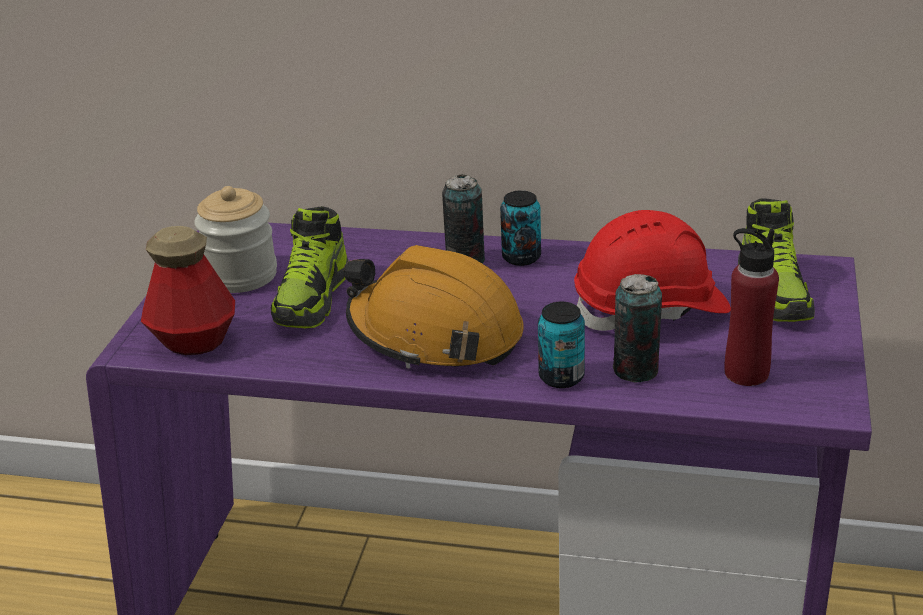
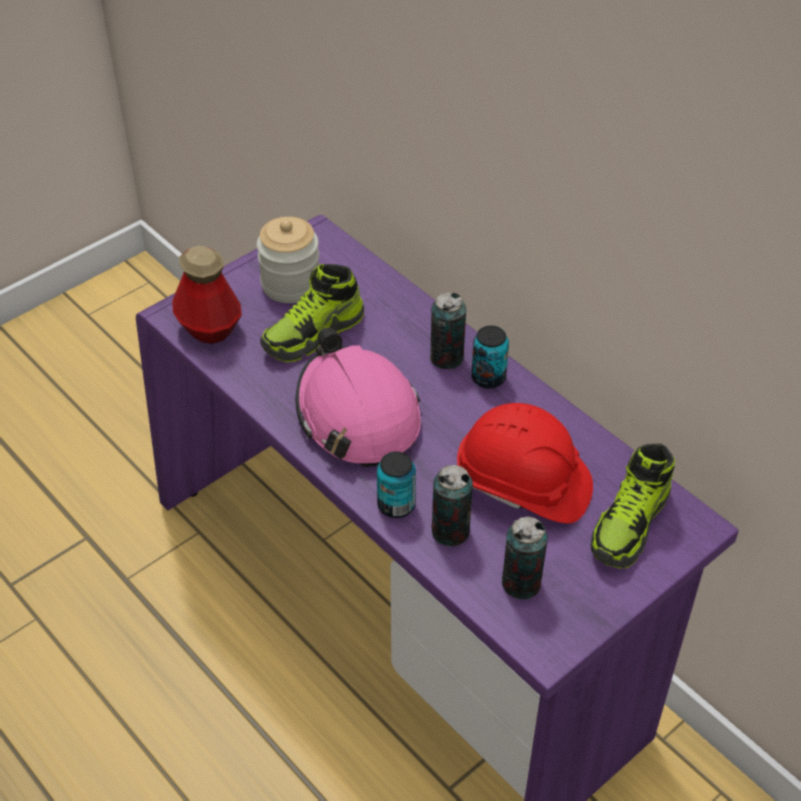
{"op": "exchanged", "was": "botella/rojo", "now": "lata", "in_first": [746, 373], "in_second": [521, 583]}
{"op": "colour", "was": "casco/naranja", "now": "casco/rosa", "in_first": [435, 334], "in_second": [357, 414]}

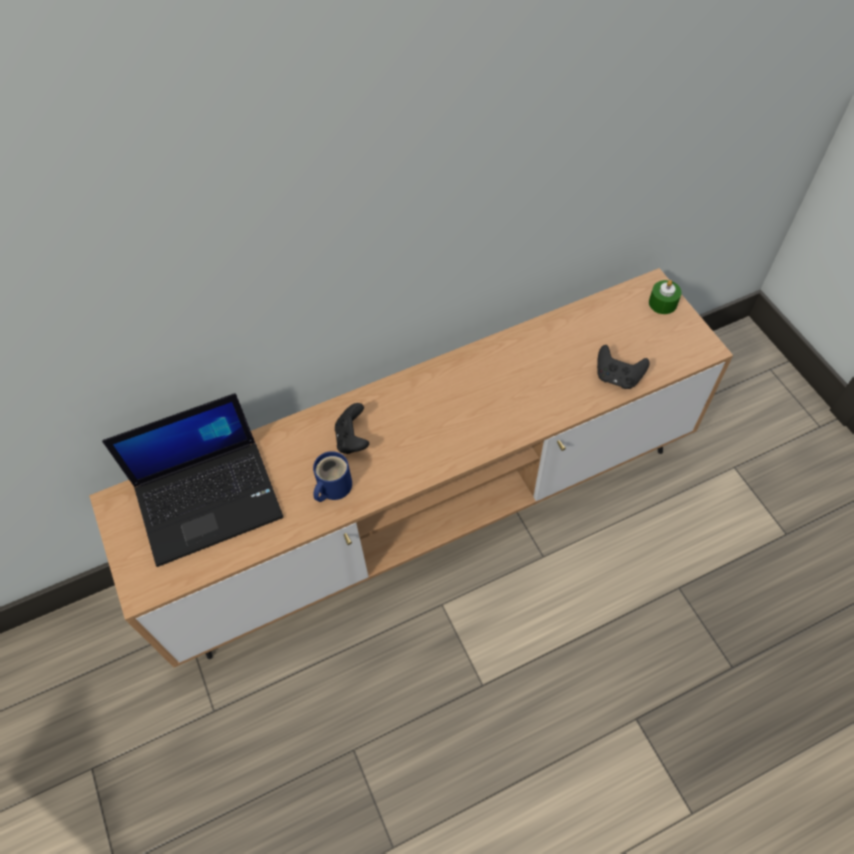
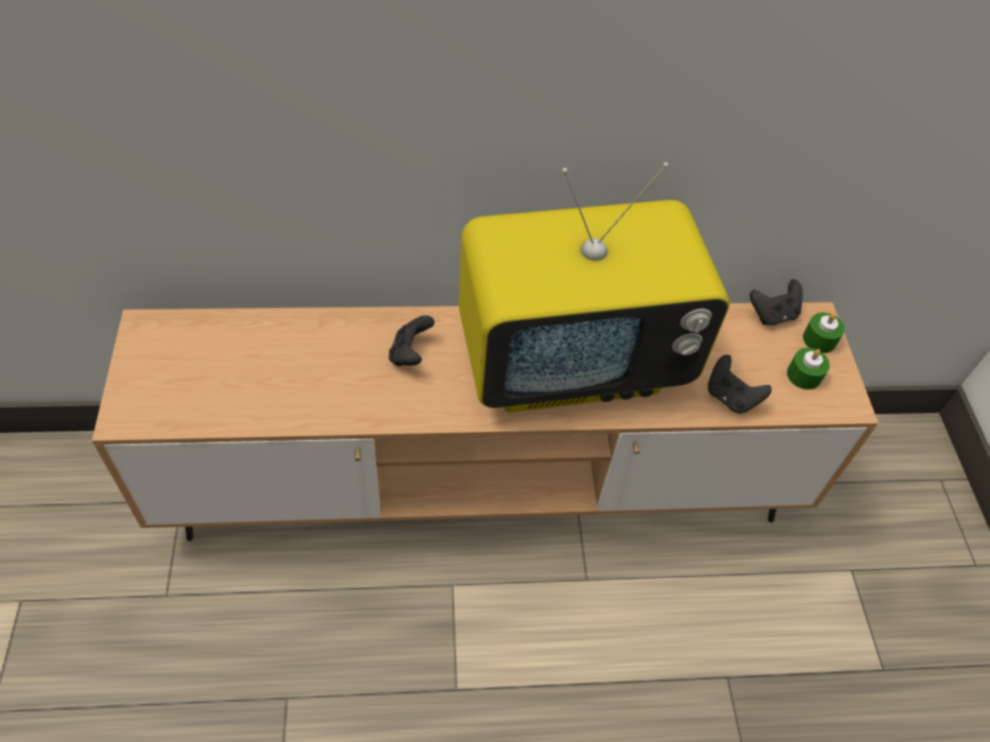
{"op": "missing", "was": "portátil", "in_first": [210, 499]}
{"op": "missing", "was": "taza grande/azul", "in_first": [332, 487]}
{"op": "appeared", "now": "televisor", "in_second": [573, 362]}
{"op": "appeared", "now": "mando de consola/negro", "in_second": [773, 315]}
{"op": "appeared", "now": "vela/verde", "in_second": [804, 375]}

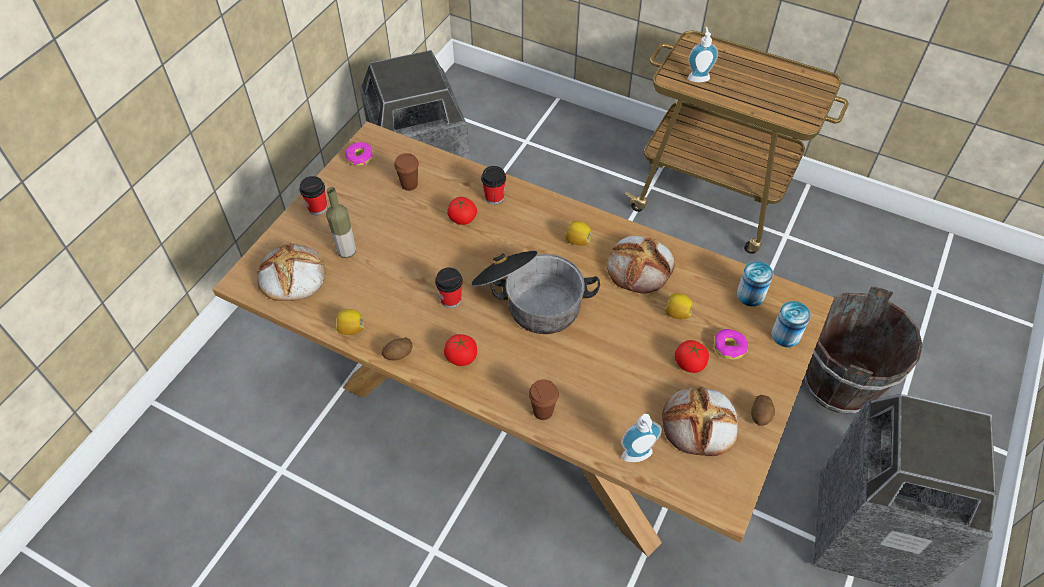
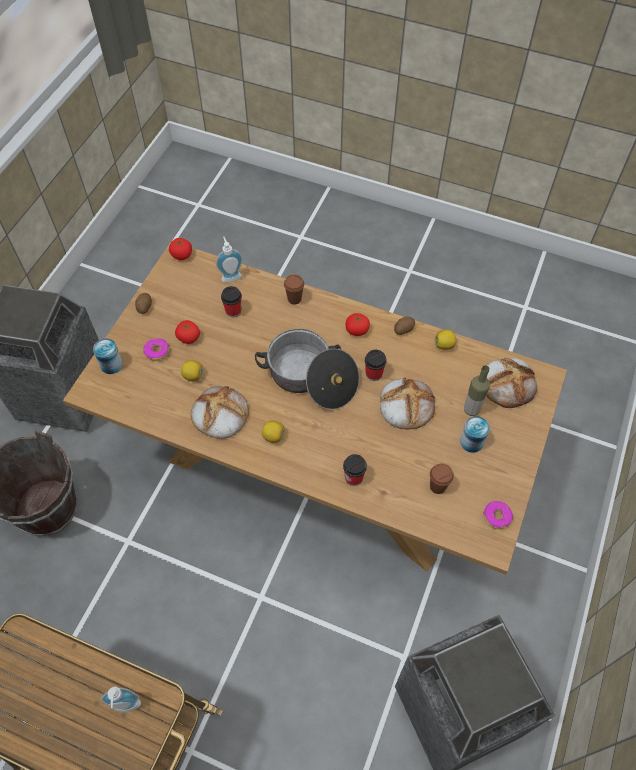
{"op": "relocated", "was": "taza", "in_first": [317, 208], "in_second": [233, 311]}
{"op": "relocated", "was": "tomate", "in_first": [462, 219], "in_second": [181, 255]}
{"op": "relocated", "was": "pan", "in_first": [700, 424], "in_second": [406, 405]}
{"op": "relocated", "was": "lata", "in_first": [750, 295], "in_second": [471, 442]}

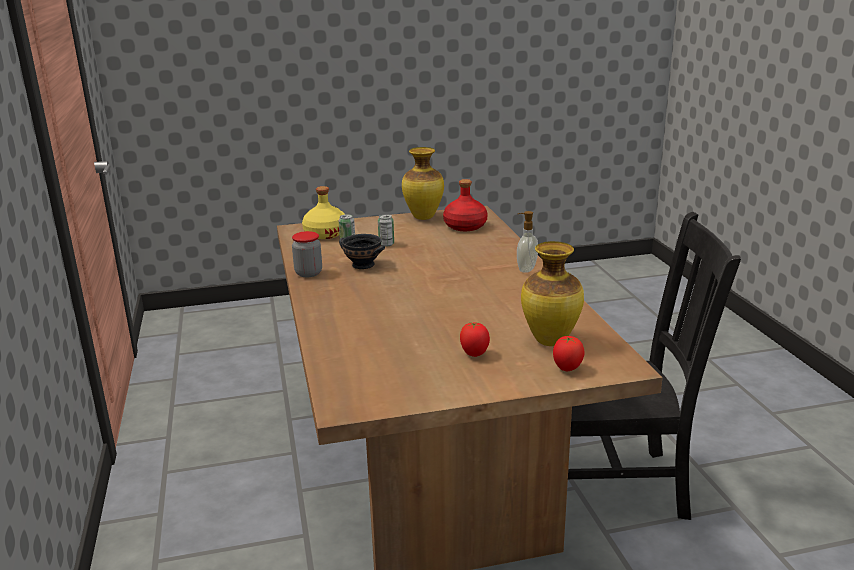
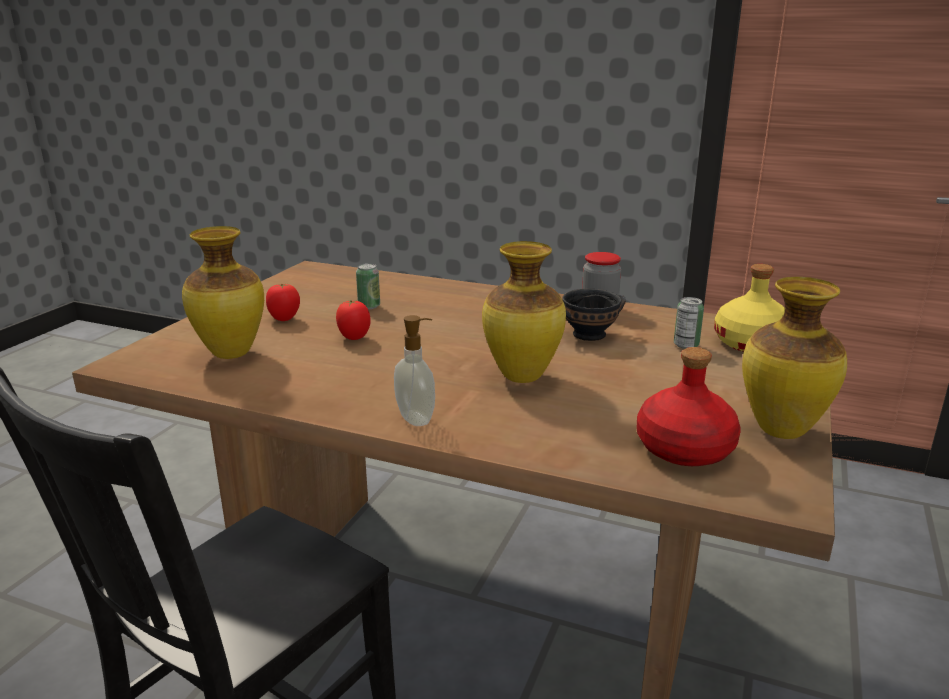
{"op": "appeared", "now": "florero", "in_second": [522, 377]}
{"op": "relocated", "was": "lata", "in_first": [386, 244], "in_second": [369, 306]}
{"op": "relocated", "was": "tomate", "in_first": [567, 369], "in_second": [354, 338]}

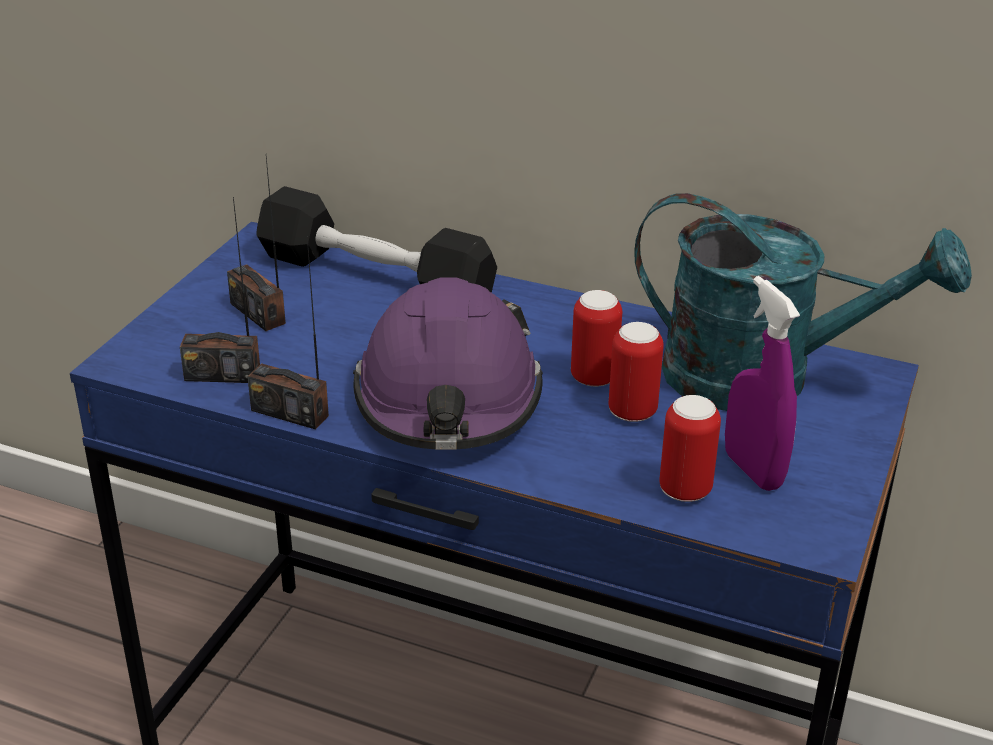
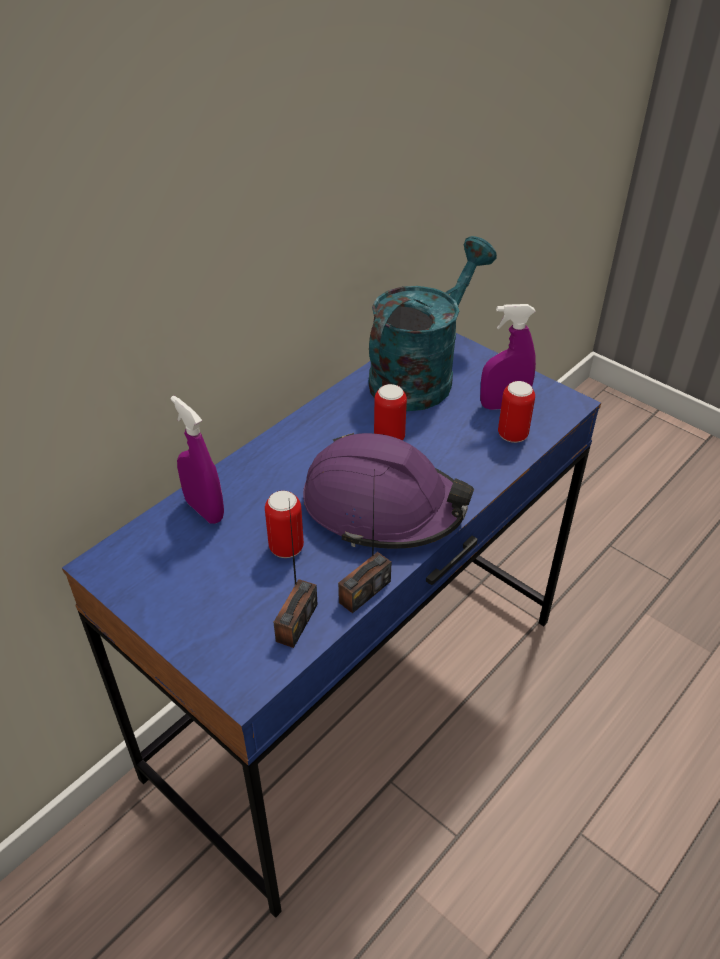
{"op": "missing", "was": "radio", "in_first": [258, 313]}
{"op": "relocated", "was": "lata", "in_first": [632, 412], "in_second": [286, 547]}
{"op": "exchanged", "was": "mancuerna/negro", "now": "pulverizador/morado", "in_first": [374, 276], "in_second": [204, 510]}

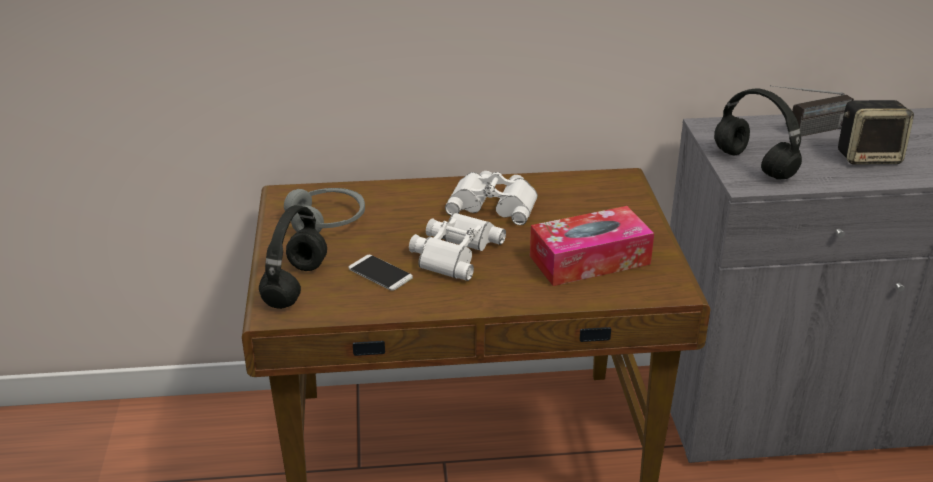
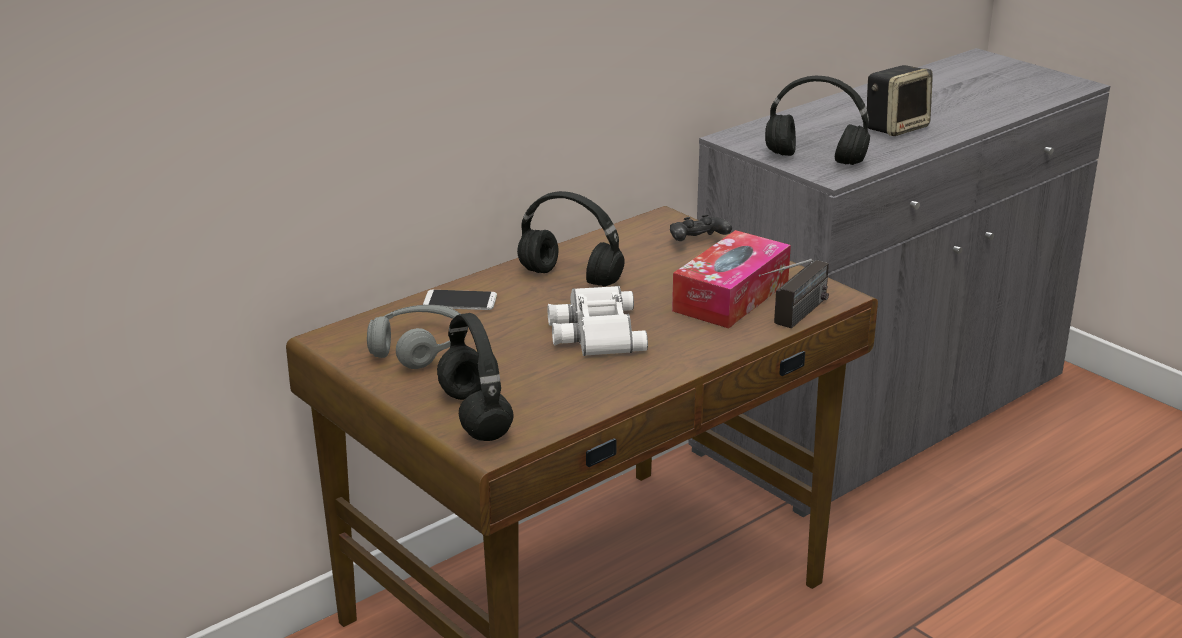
{"op": "appeared", "now": "mando de consola/negro", "in_second": [697, 242]}
{"op": "relocated", "was": "móvil", "in_first": [380, 273], "in_second": [460, 301]}
{"op": "relocated", "was": "radio", "in_first": [805, 132], "in_second": [793, 319]}
{"op": "exchanged", "was": "prismáticos/blanco", "now": "auriculares/negro", "in_first": [494, 204], "in_second": [572, 277]}

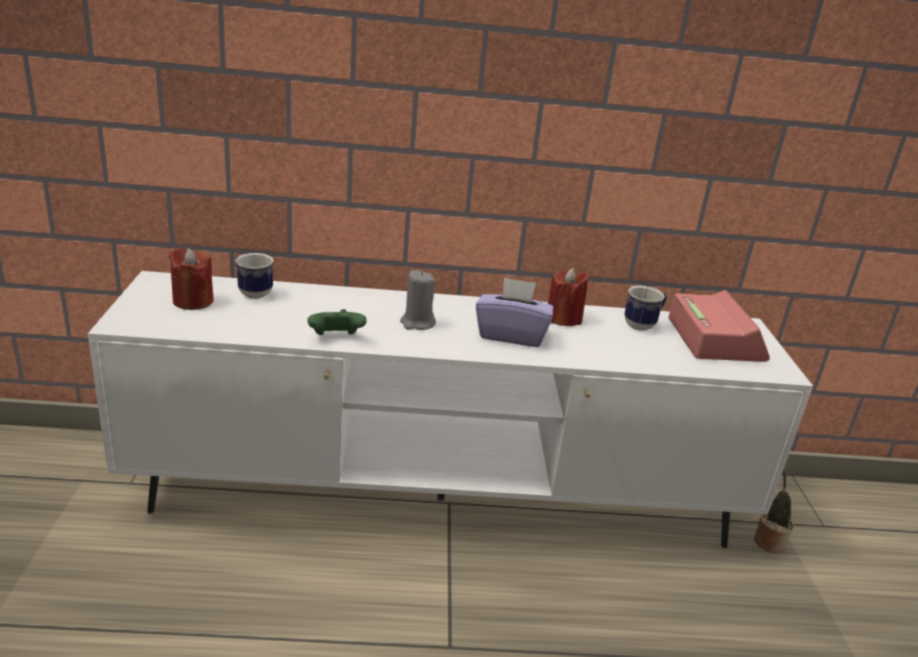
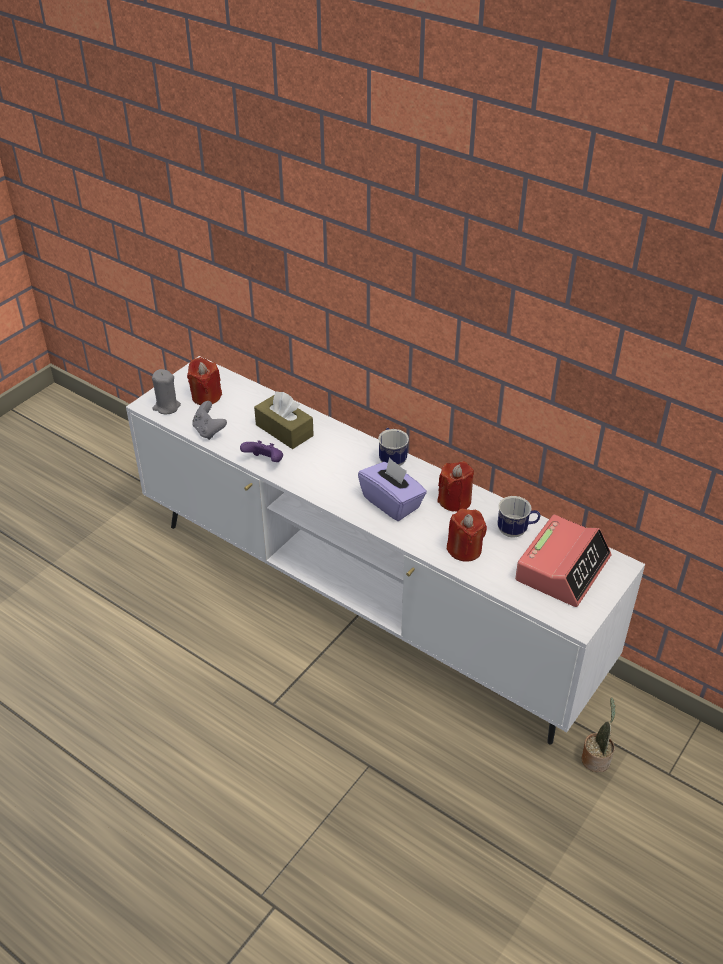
{"op": "appeared", "now": "mando de consola/gris", "in_second": [209, 431]}
{"op": "appeared", "now": "caja de pañuelos/marrón", "in_second": [284, 430]}
{"op": "appeared", "now": "vela/rojo", "in_second": [464, 549]}
{"op": "relocated", "was": "taza grande", "in_first": [252, 292], "in_second": [391, 459]}
{"op": "relocated", "was": "vela/gris", "in_first": [417, 323], "in_second": [166, 407]}
{"op": "colour", "was": "mando de consola/verde", "now": "mando de consola/morado", "in_first": [336, 338], "in_second": [265, 462]}

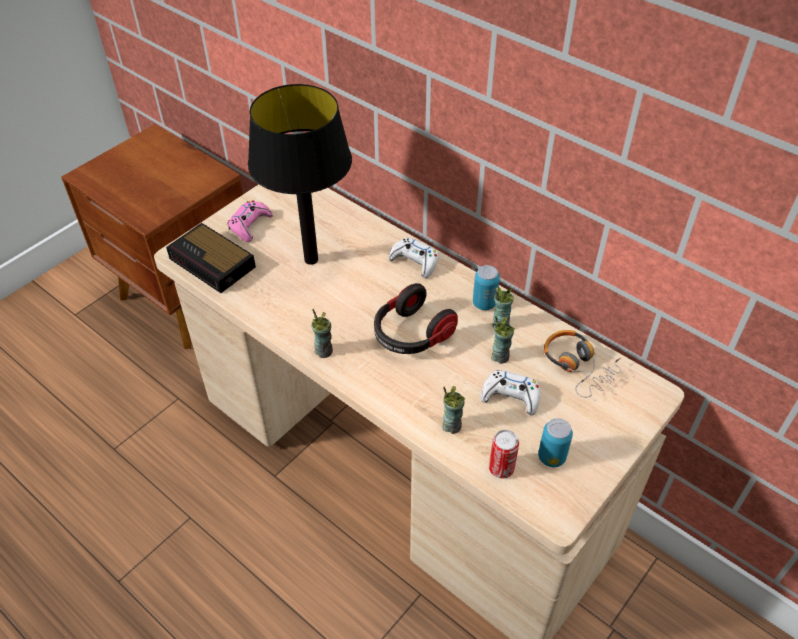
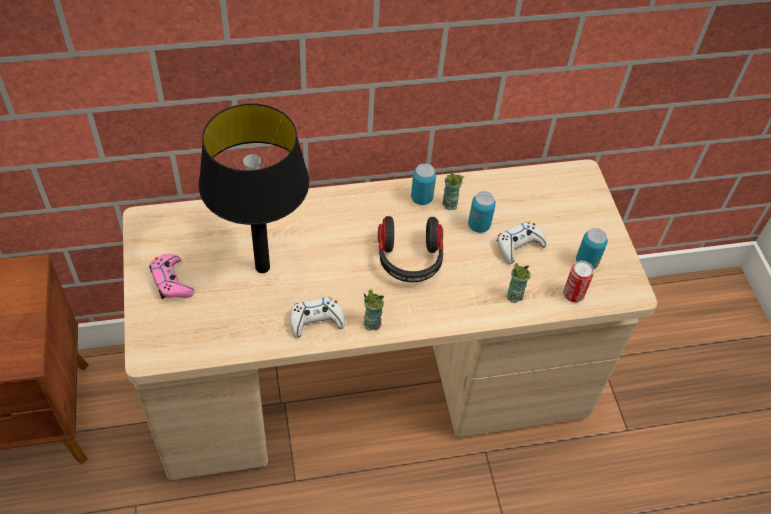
{"op": "missing", "was": "despertador", "in_first": [213, 263]}
{"op": "missing", "was": "auriculares", "in_first": [578, 366]}
{"op": "relocated", "was": "mando de consola/blanco", "in_first": [414, 262], "in_second": [316, 321]}
{"op": "exchanged", "was": "taza", "now": "lata", "in_first": [500, 356], "in_second": [478, 225]}

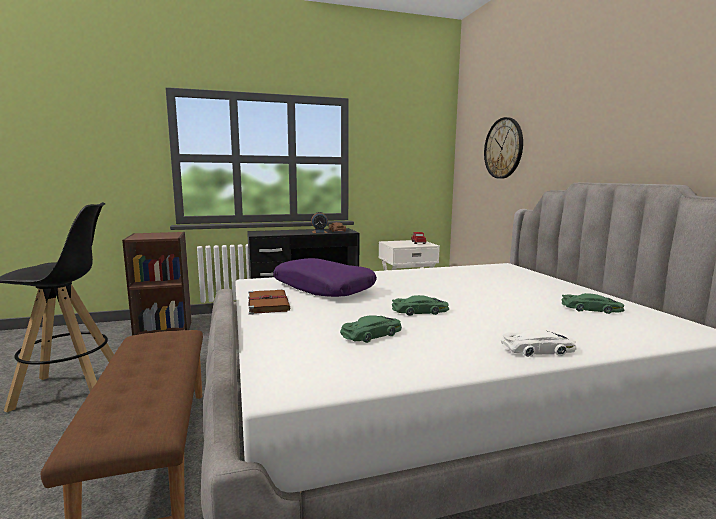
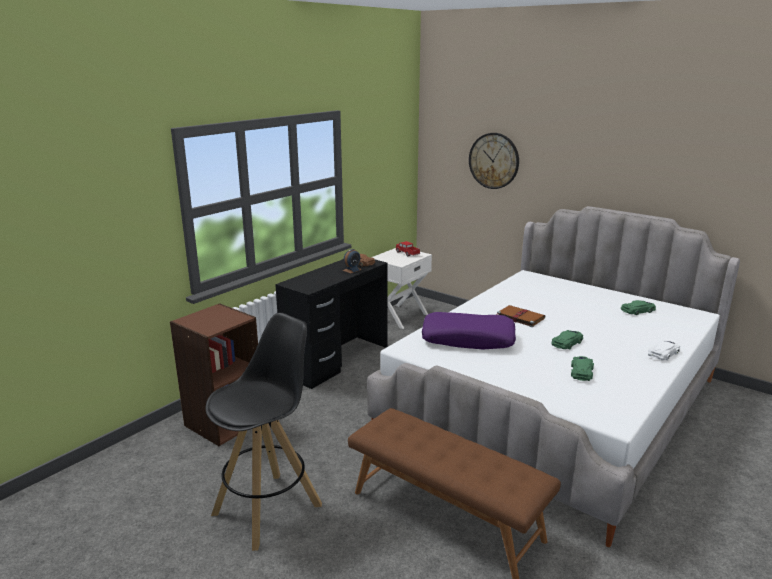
{"op": "relocated", "was": "libro/marrón", "in_first": [268, 303], "in_second": [519, 317]}

